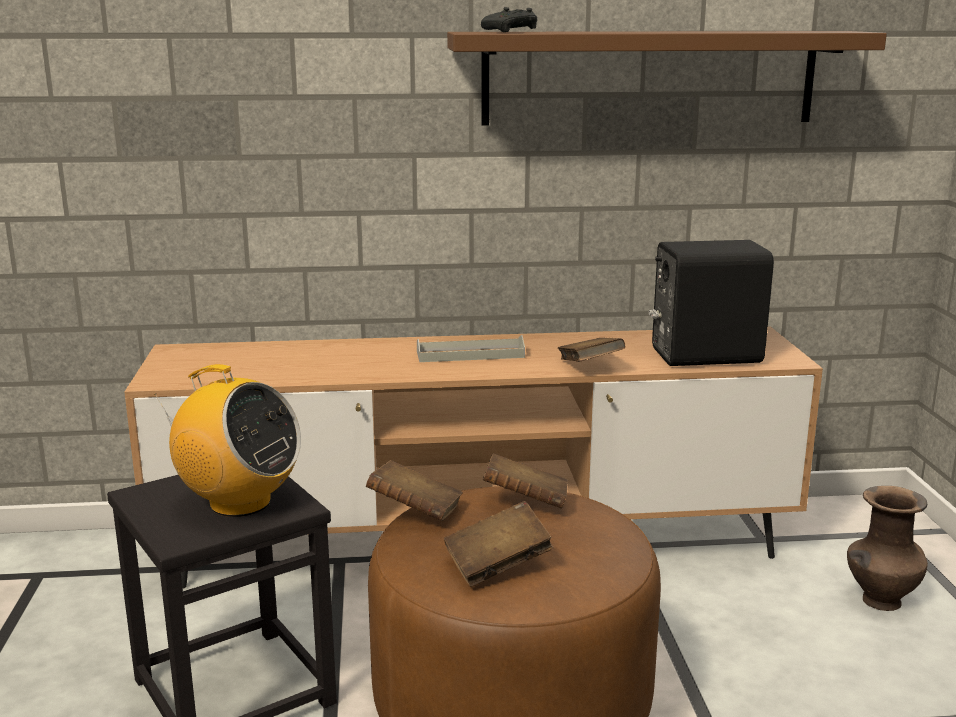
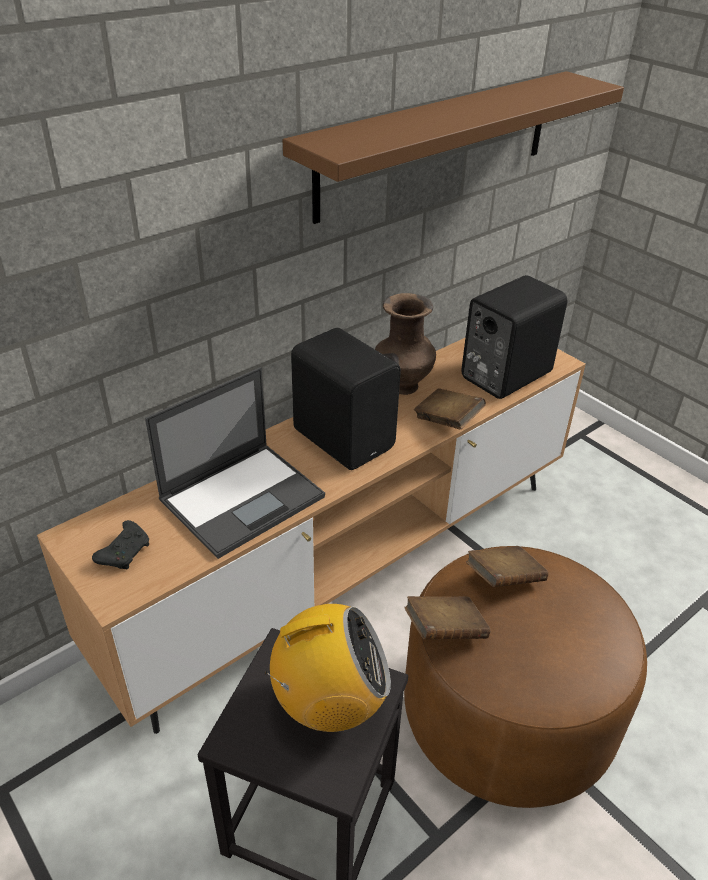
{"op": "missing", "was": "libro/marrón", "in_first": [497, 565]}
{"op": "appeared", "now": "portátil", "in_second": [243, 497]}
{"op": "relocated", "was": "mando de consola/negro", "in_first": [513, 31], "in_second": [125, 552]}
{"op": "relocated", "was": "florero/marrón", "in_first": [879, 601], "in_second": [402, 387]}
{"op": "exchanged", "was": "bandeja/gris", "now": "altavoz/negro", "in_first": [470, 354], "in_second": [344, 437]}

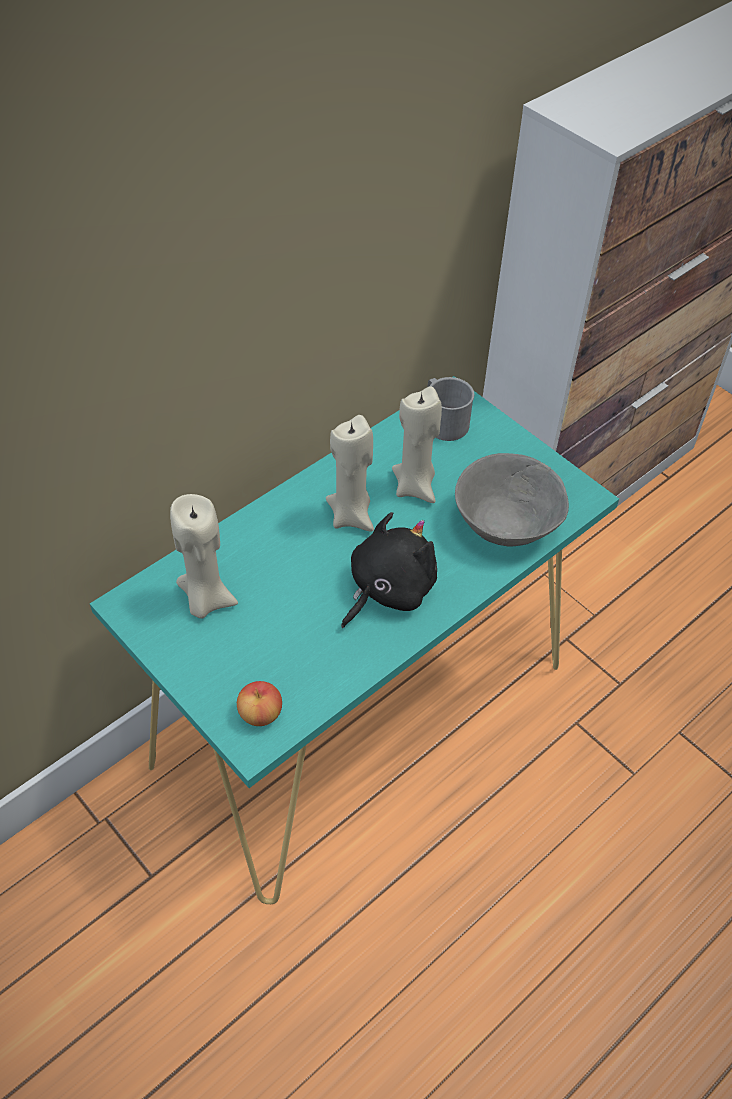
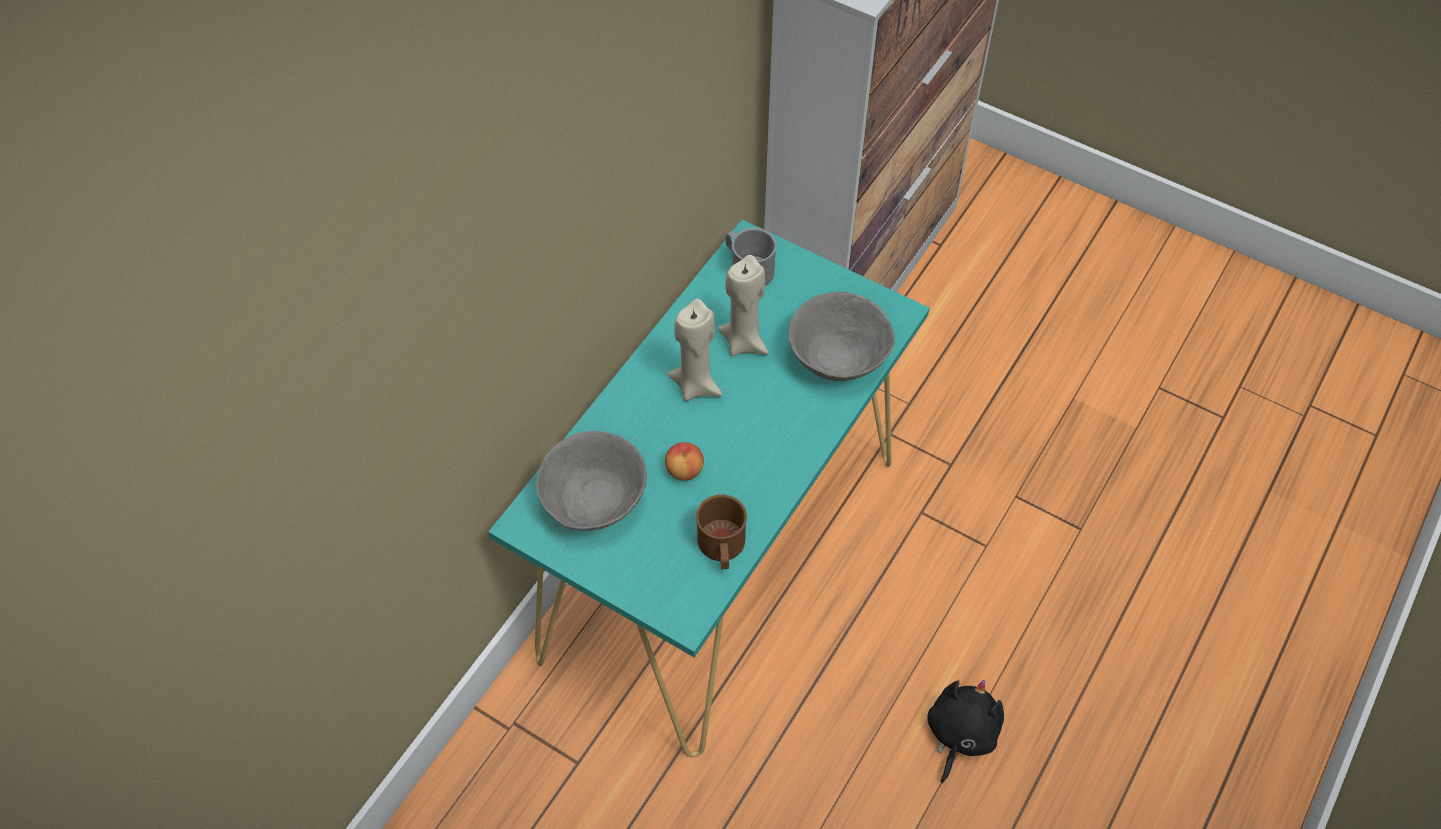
{"op": "appeared", "now": "taza grande/marrón", "in_second": [722, 548]}
{"op": "relocated", "was": "manzana", "in_first": [260, 714], "in_second": [684, 470]}
{"op": "relocated", "was": "peluche/negro", "in_first": [388, 589], "in_second": [960, 734]}
{"op": "exchanged", "was": "vela/beis", "now": "cuenco/gris", "in_first": [206, 599], "in_second": [594, 500]}

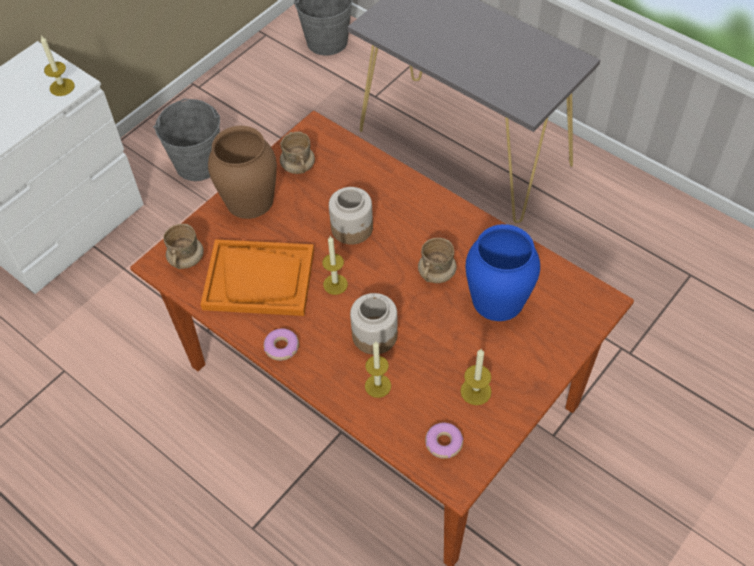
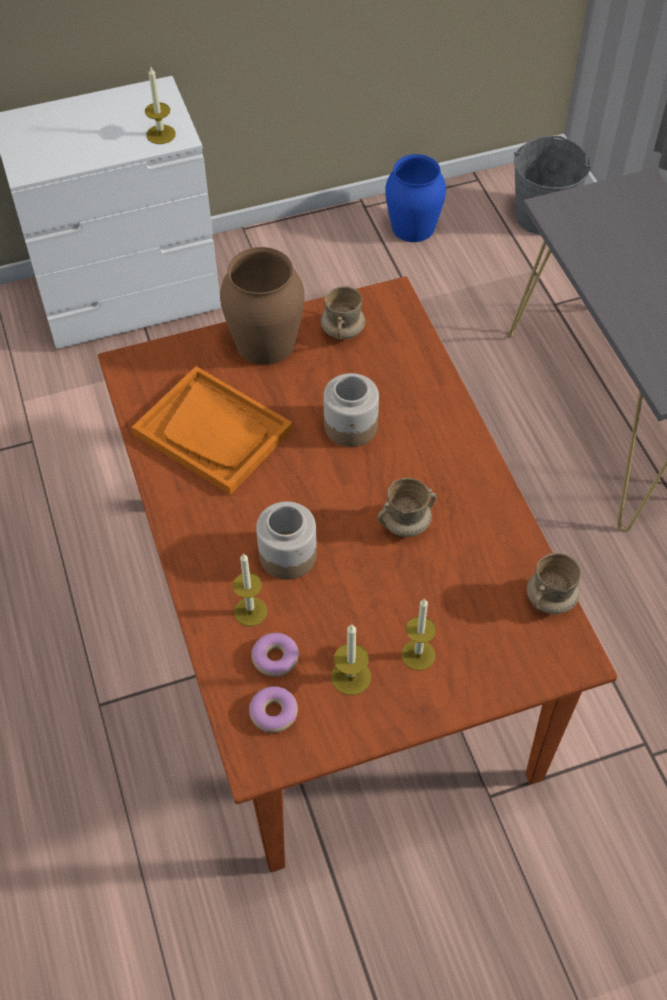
{"op": "missing", "was": "cubo/gris", "in_first": [198, 164]}
{"op": "relocated", "was": "taza grande/beis", "in_first": [187, 260], "in_second": [550, 600]}
{"op": "relocated", "was": "rosquilla", "in_first": [282, 347], "in_second": [275, 658]}
{"op": "relocated", "was": "vela", "in_first": [335, 284], "in_second": [418, 655]}
{"op": "relocated", "was": "florero/azul", "in_first": [497, 298], "in_second": [413, 226]}

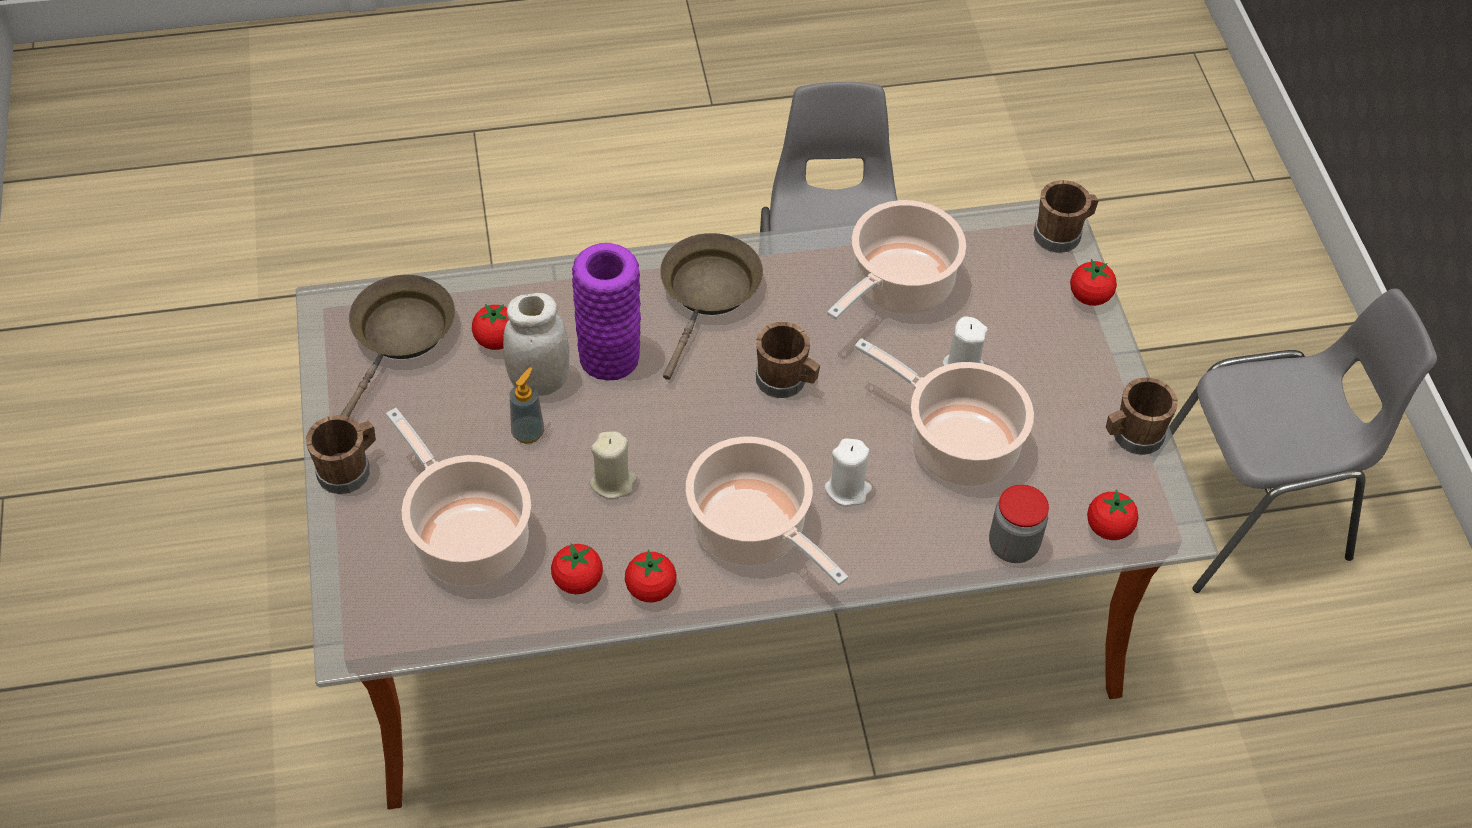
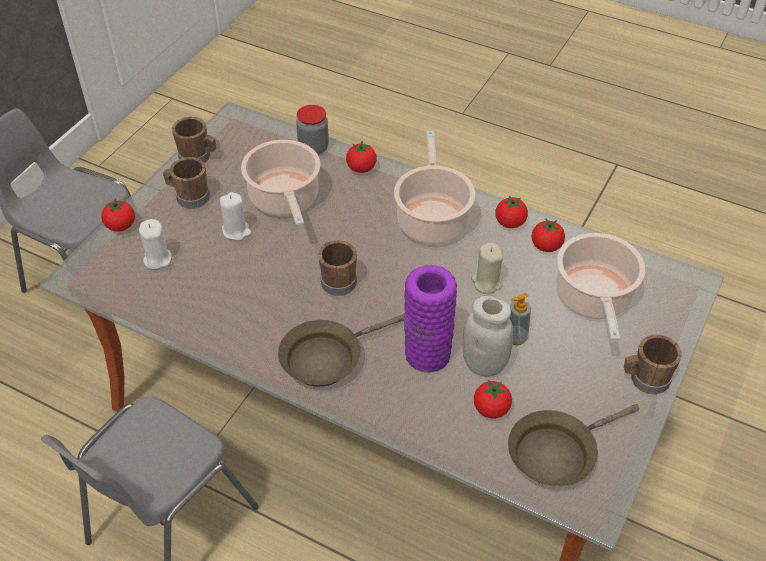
{"op": "missing", "was": "olla", "in_first": [898, 287]}
{"op": "relocated", "was": "vela/blanco", "in_first": [847, 489], "in_second": [157, 259]}
{"op": "relocated", "was": "taza grande/marrón", "in_first": [1062, 234], "in_second": [189, 196]}
{"op": "relocated", "was": "tomate", "in_first": [1108, 528], "in_second": [361, 168]}

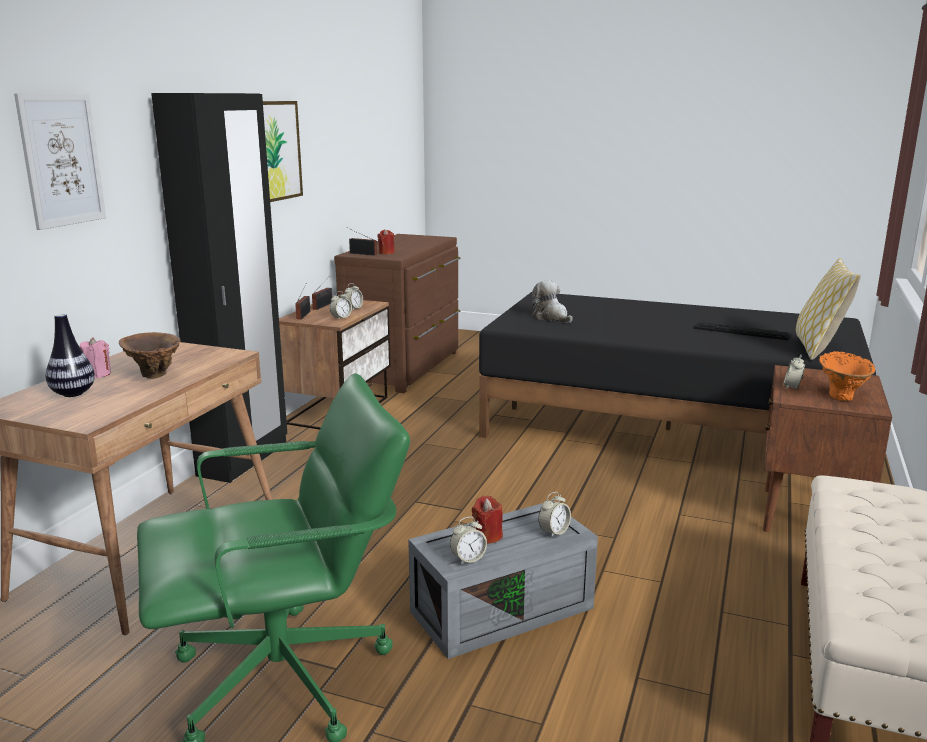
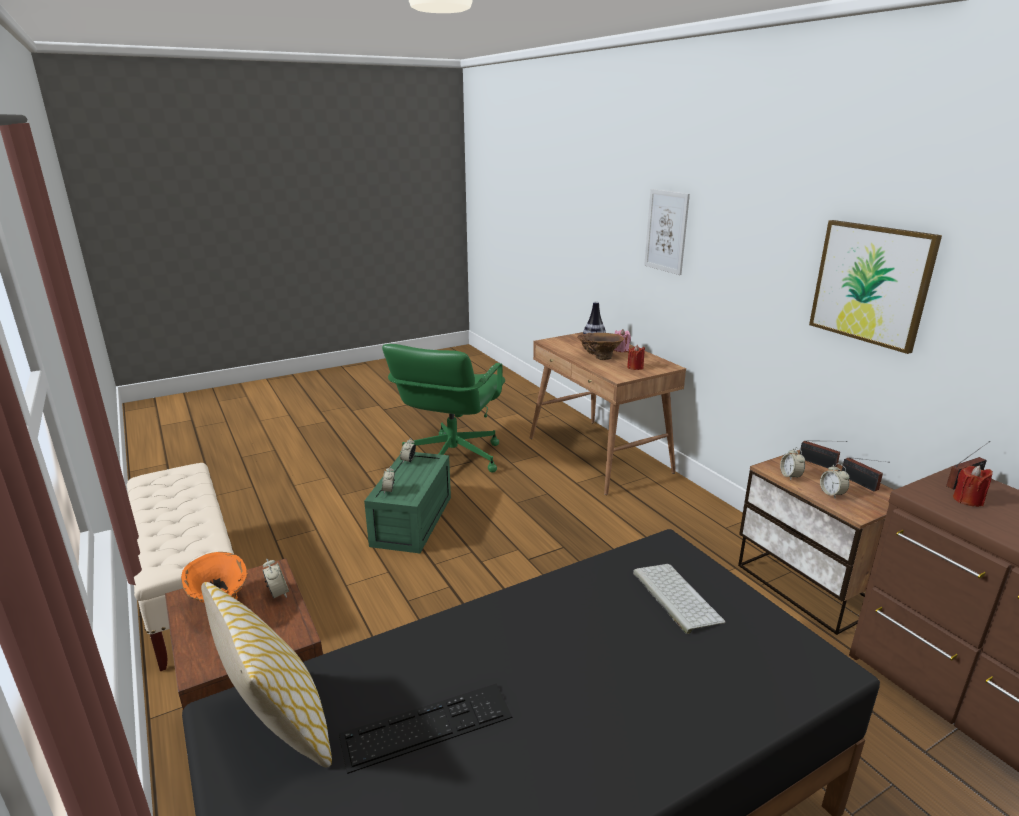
{"op": "missing", "was": "armario ropero/negro", "in_first": [244, 459]}
{"op": "relocated", "was": "vela/rojo", "in_first": [487, 536], "in_second": [635, 367]}
{"op": "exchanged", "was": "peluche", "now": "teclado", "in_first": [551, 317], "in_second": [674, 596]}
{"op": "colour", "was": "caja de almacenaje/gris", "now": "caja de almacenaje/verde", "in_first": [503, 608], "in_second": [413, 521]}

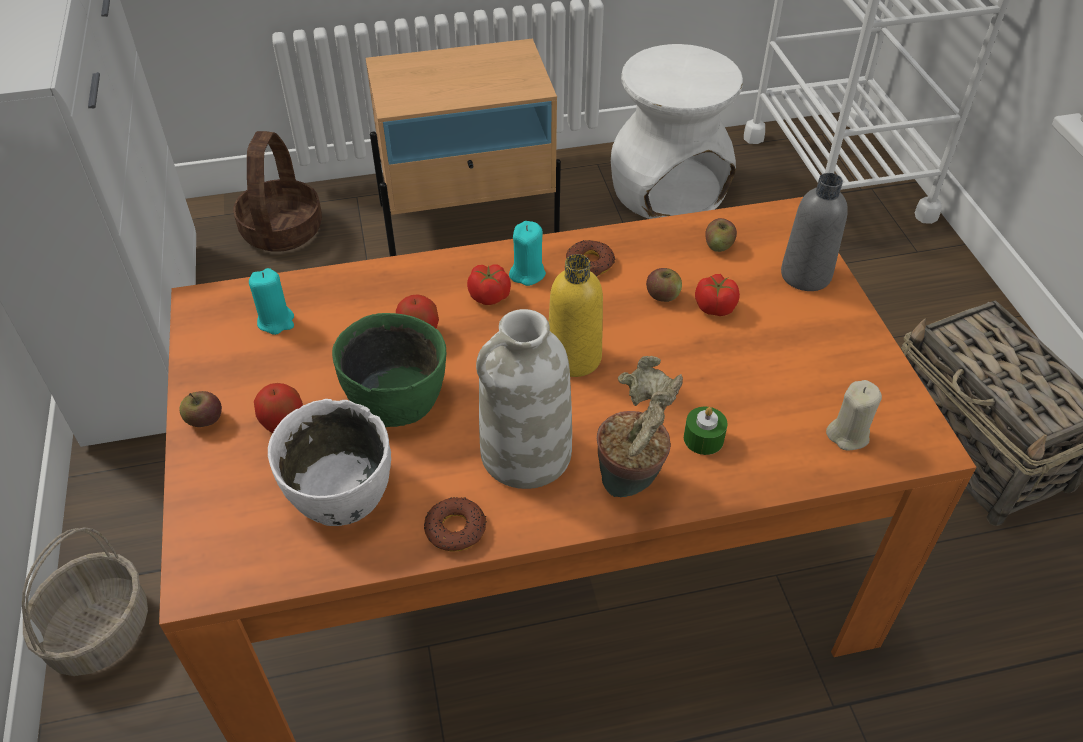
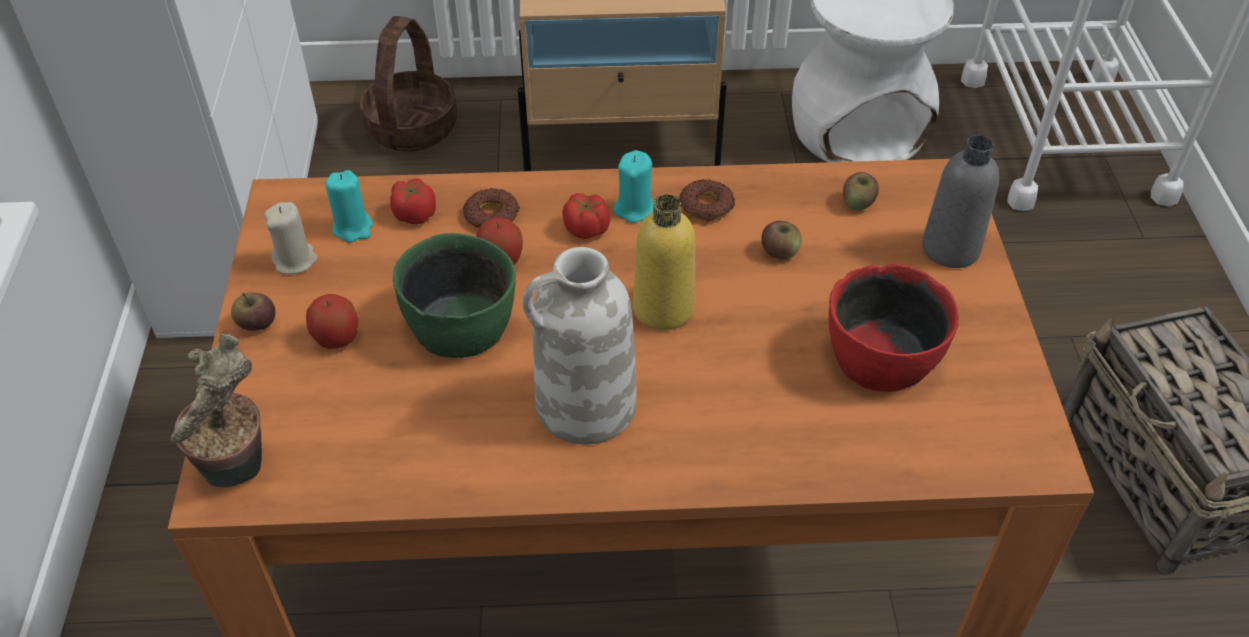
{"op": "missing", "was": "cesta", "in_first": [100, 630]}
{"op": "missing", "was": "cuenco/blanco", "in_first": [339, 492]}
{"op": "missing", "was": "vela/verde", "in_first": [703, 439]}
{"op": "appeared", "now": "cuenco/rojo", "in_second": [882, 359]}
{"op": "relocated", "was": "rosquilla", "in_first": [455, 529], "in_second": [492, 215]}
{"op": "relocated", "was": "planta en maceta", "in_first": [632, 482], "in_second": [239, 473]}
{"op": "relocated", "was": "tomate", "in_first": [714, 307], "in_second": [414, 214]}
{"op": "relocated", "was": "vela/beis", "in_first": [848, 434], "in_second": [295, 260]}

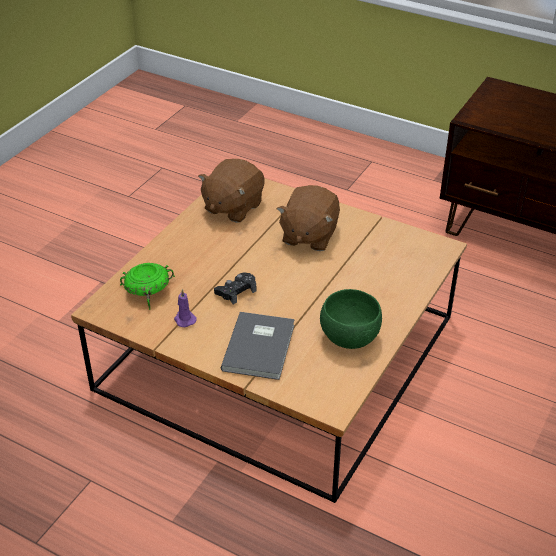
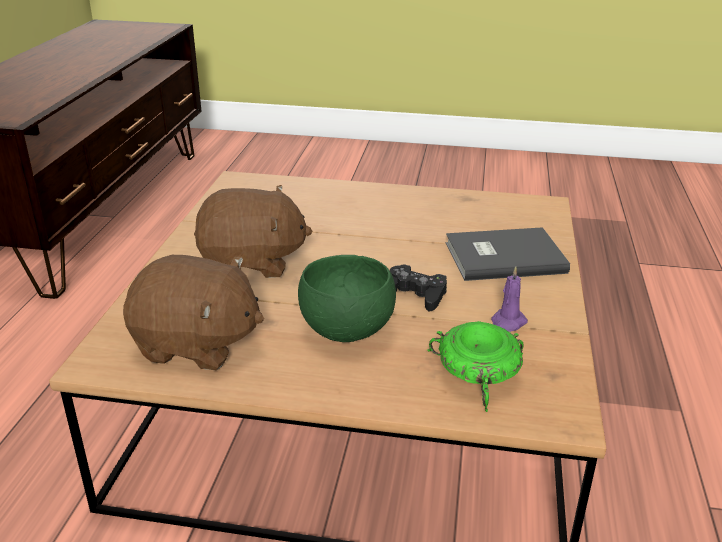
{"op": "relocated", "was": "cuenco/verde", "in_first": [349, 339], "in_second": [348, 330]}

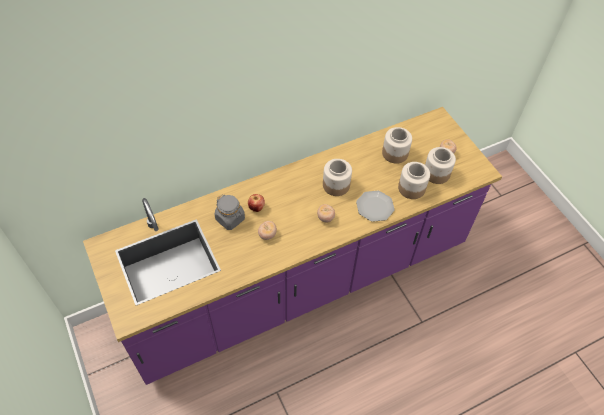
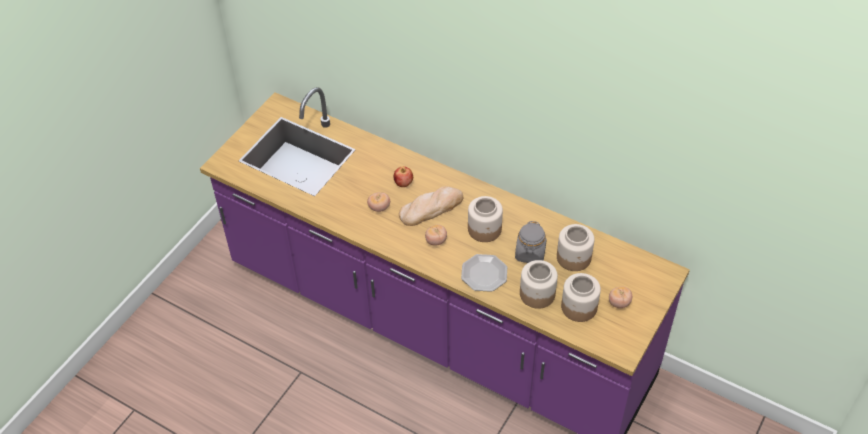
{"op": "appeared", "now": "pan", "in_second": [431, 208]}
{"op": "relocated", "was": "tarro/gris", "in_first": [230, 219], "in_second": [530, 253]}

